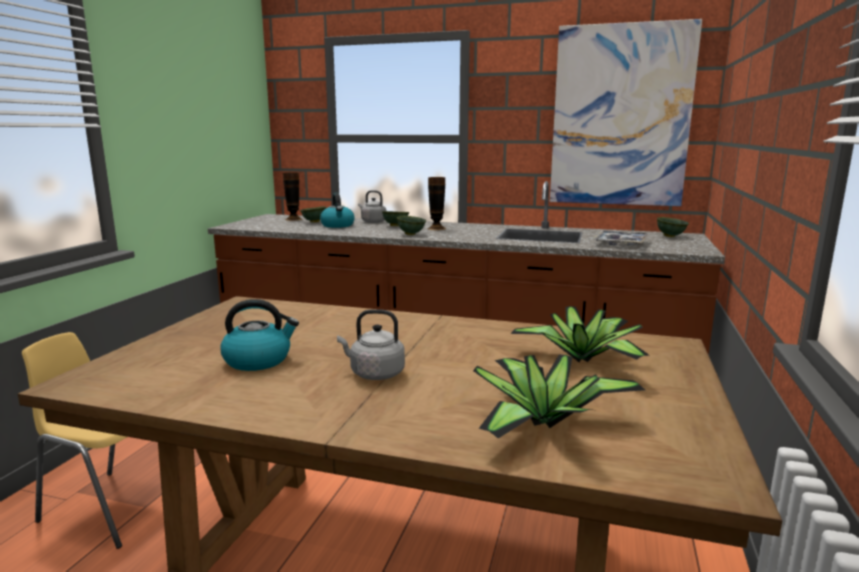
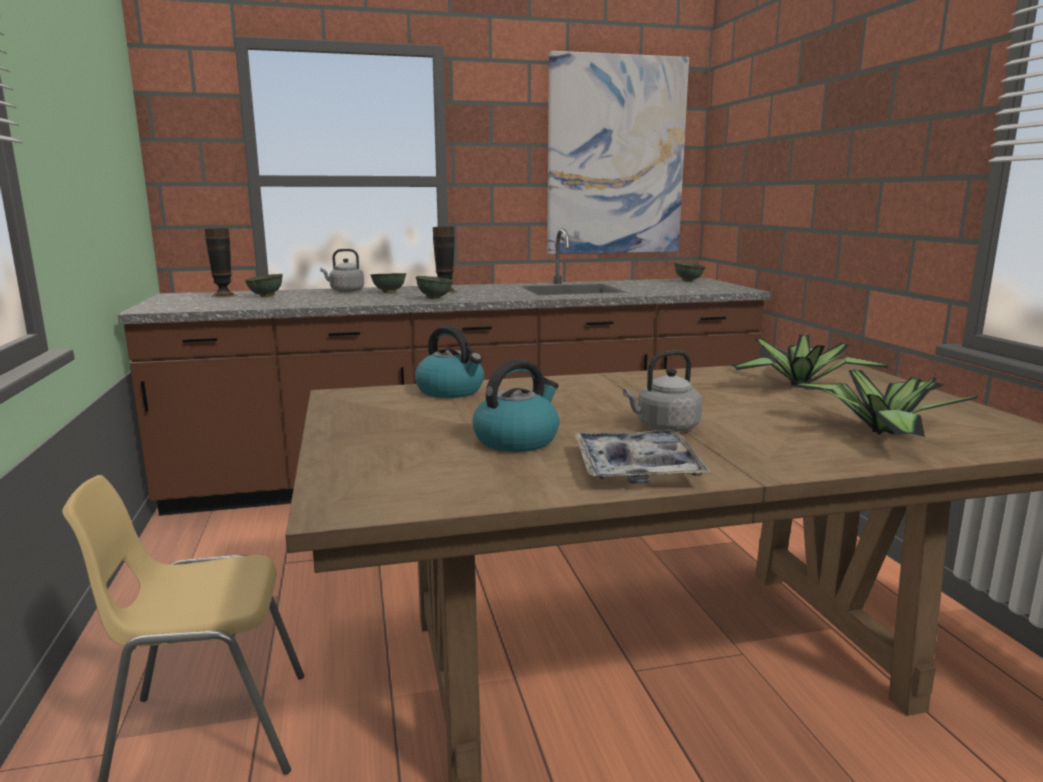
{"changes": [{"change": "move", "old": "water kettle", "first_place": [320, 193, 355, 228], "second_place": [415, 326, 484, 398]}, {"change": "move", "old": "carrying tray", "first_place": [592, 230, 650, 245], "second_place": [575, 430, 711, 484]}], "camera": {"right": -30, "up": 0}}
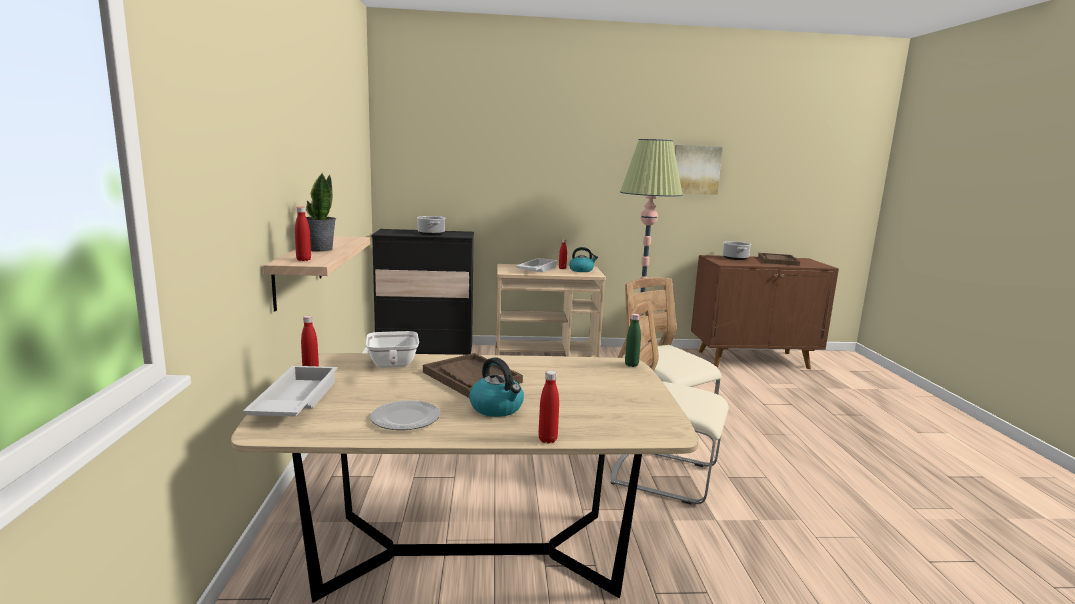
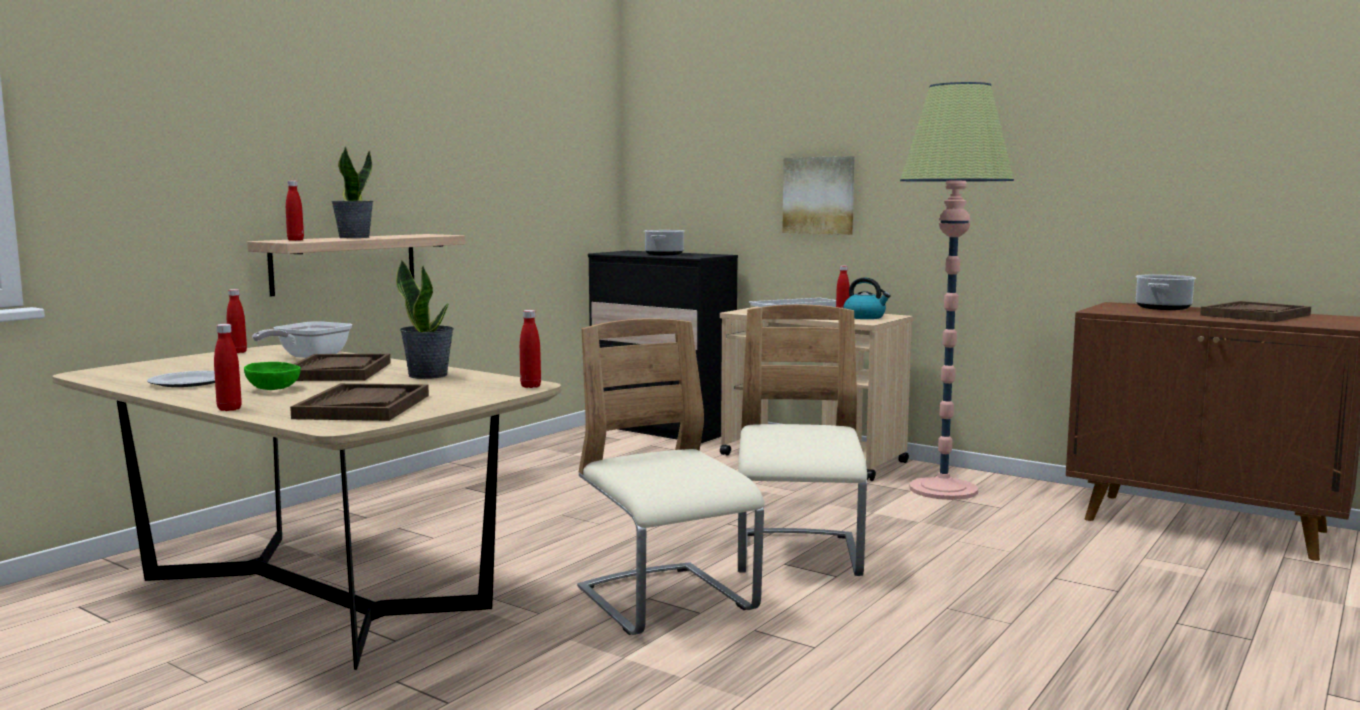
{"changes": [{"change": "delete", "old": "whitish carrying tray", "first_place": [243, 366, 338, 417]}, {"change": "replace", "old": "water kettle", "new": "greenish bowl", "first_place": [469, 357, 524, 417], "second_place": [244, 362, 301, 390]}, {"change": "recolor", "old": "greenish bottle", "new": "red-coloured bottle", "first_place": [625, 314, 641, 367], "second_place": [520, 310, 541, 388]}, {"change": "move", "old": "wall art", "first_place": [675, 145, 723, 195], "second_place": [782, 156, 855, 235]}, {"change": "insert", "new": "brown-coloured carrying tray", "second_place": [290, 383, 429, 421]}, {"change": "insert", "new": "potted plant", "second_place": [396, 259, 454, 379]}], "camera": {"right": 40, "up": -5}}
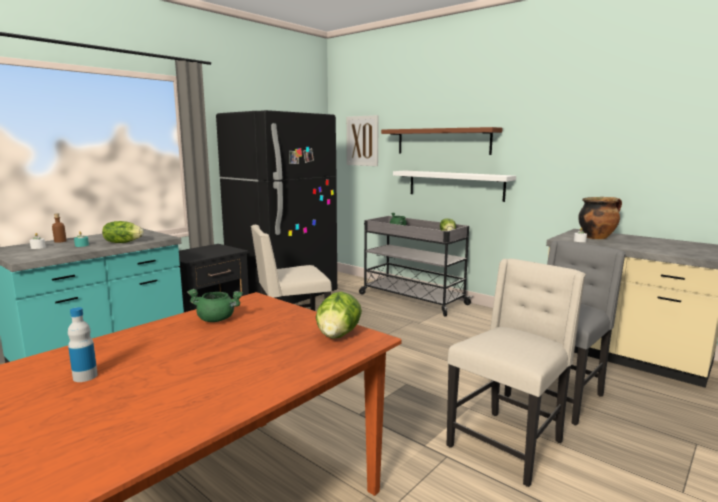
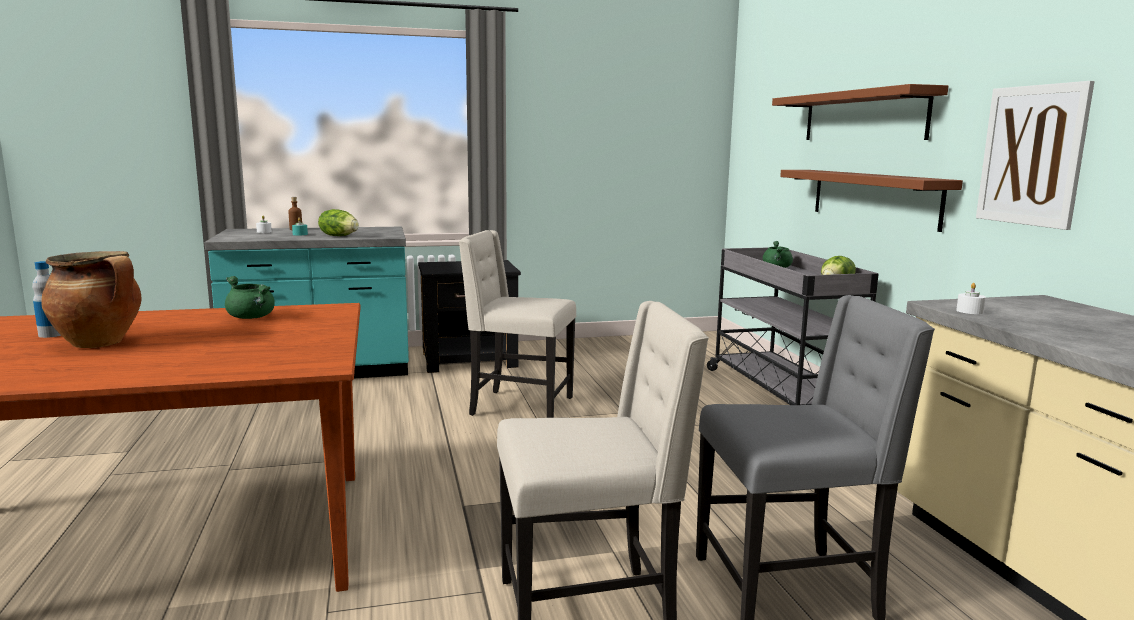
{"changes": [{"change": "delete", "old": "black-coloured refrigerator", "first_place": [216, 110, 337, 304]}, {"change": "delete", "old": "lettuce", "first_place": [316, 292, 362, 339]}, {"change": "move", "old": "wall art", "first_place": [347, 115, 379, 166], "second_place": [976, 81, 1094, 230]}, {"change": "recolor", "old": "whitish wall shelf", "new": "brown-coloured wall shelf", "first_place": [393, 171, 516, 202], "second_place": [780, 170, 963, 232]}, {"change": "move", "old": "saucepot", "first_place": [578, 197, 622, 239], "second_place": [41, 251, 142, 348]}], "camera": {"right": 35, "up": 0}}
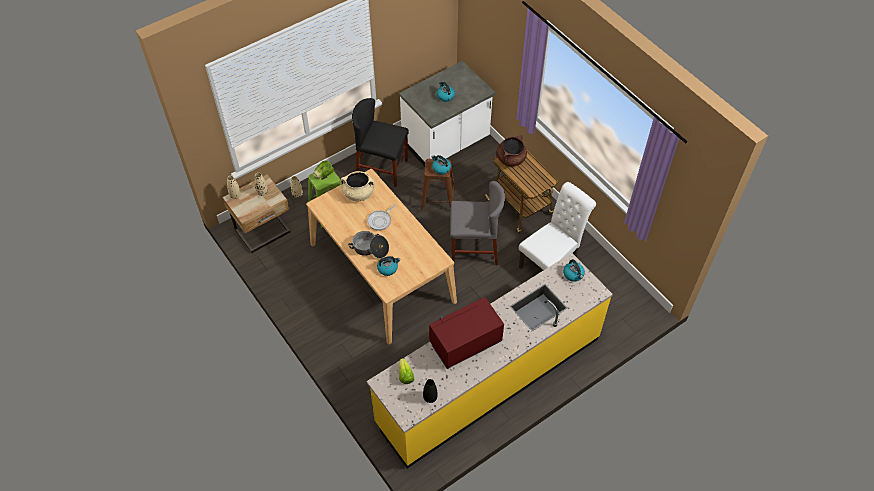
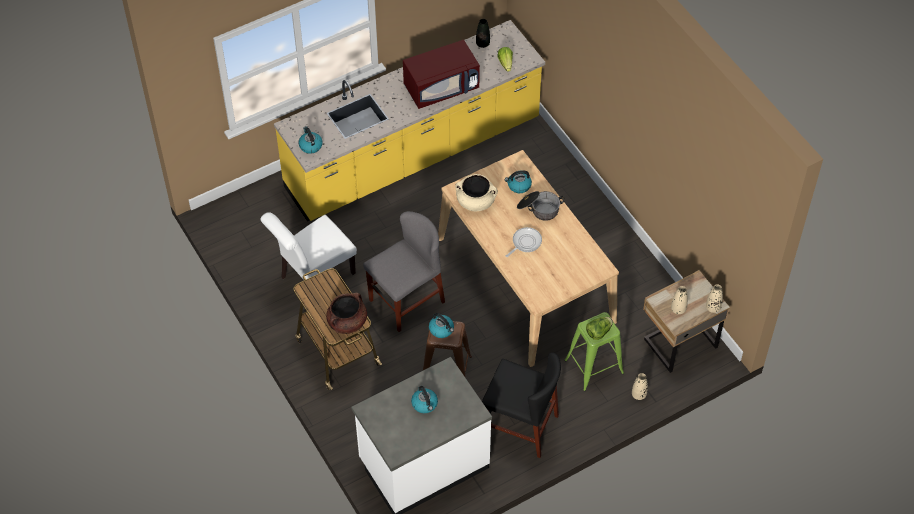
{"changes": [{"change": "move", "old": "beige-coloured saucepot", "first_place": [340, 171, 375, 201], "second_place": [455, 174, 498, 211]}, {"change": "rotate", "old": "gray chair", "first_place": [450, 181, 505, 265], "second_place": [363, 211, 445, 332], "degrees": 135}], "camera": {"right": -175, "up": 0}}
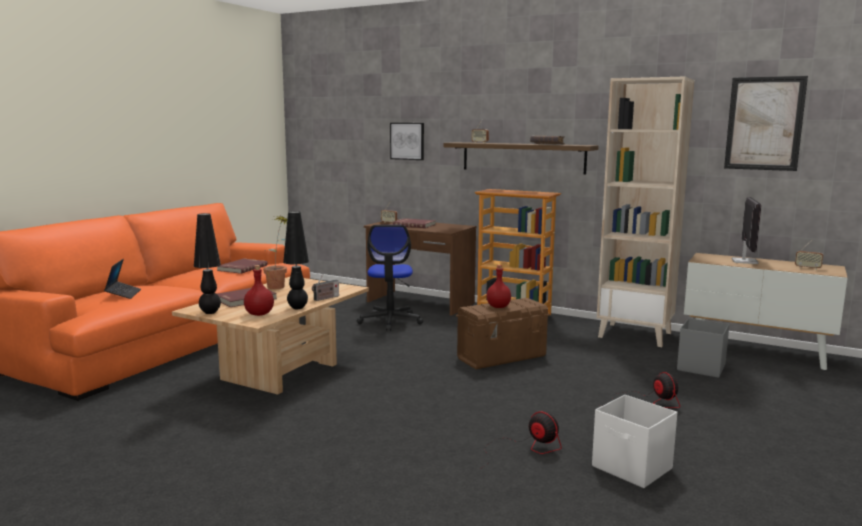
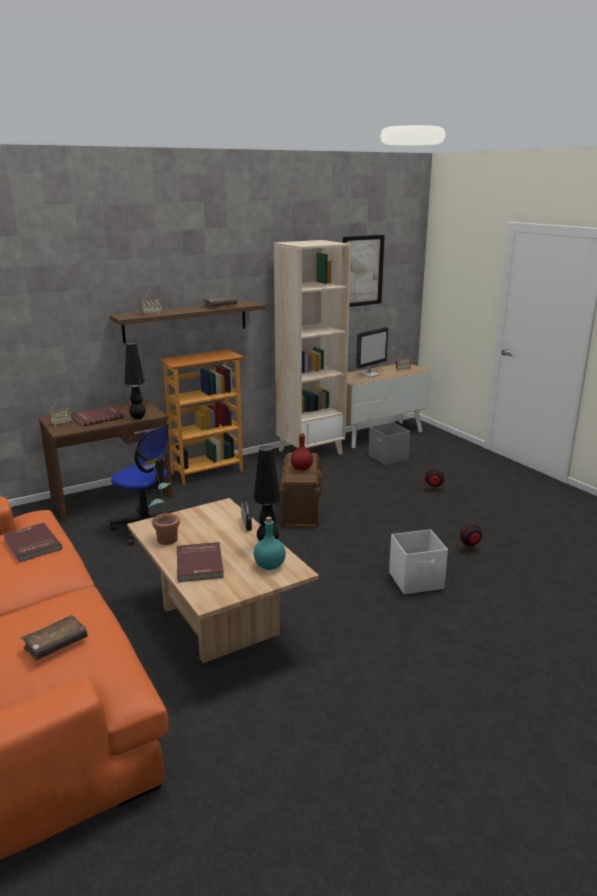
{"changes": [{"change": "replace", "old": "notebook computer", "new": "brown-coloured volume", "first_place": [104, 259, 141, 299], "second_place": [21, 615, 88, 660]}, {"change": "move", "old": "black-coloured tabletop lamp", "first_place": [194, 213, 221, 314], "second_place": [125, 342, 146, 419]}, {"change": "recolor", "old": "red-coloured bottle", "new": "blue-green bottle", "first_place": [244, 265, 274, 316], "second_place": [254, 517, 286, 570]}, {"change": "delete", "old": "wall art", "first_place": [390, 123, 424, 160]}, {"change": "move", "old": "whitish storage container", "first_place": [592, 395, 677, 488], "second_place": [389, 529, 448, 594]}, {"change": "rotate", "old": "computer screen", "first_place": [732, 197, 761, 264], "second_place": [356, 327, 388, 378], "degrees": 90}], "camera": {"right": -60, "up": 10}}
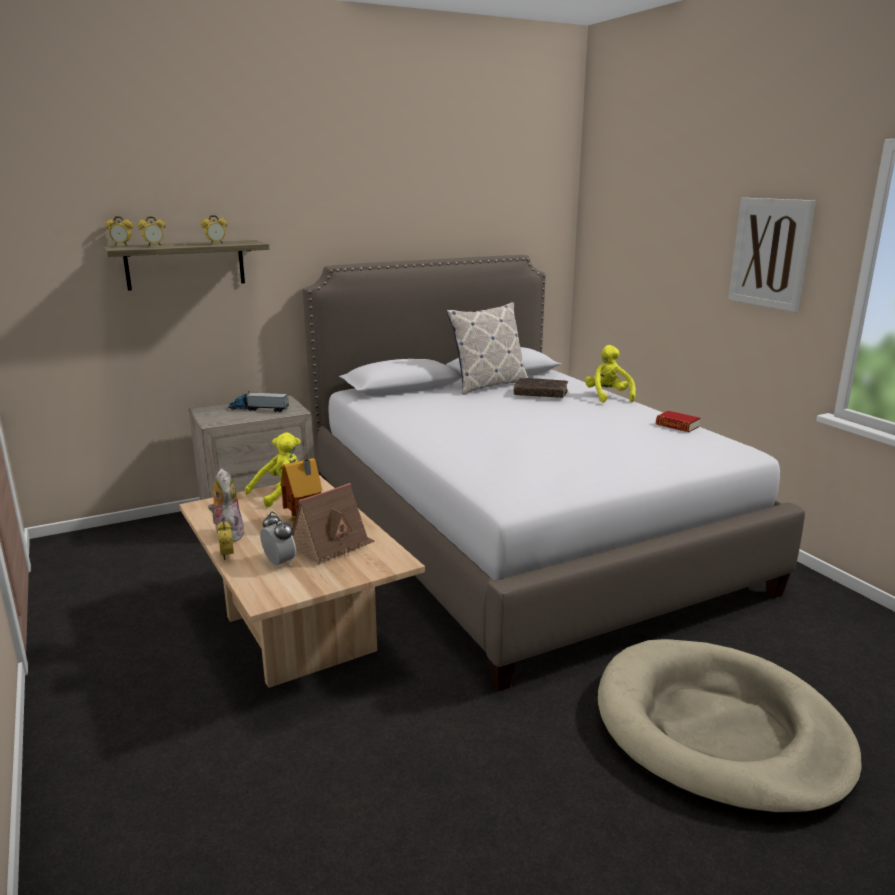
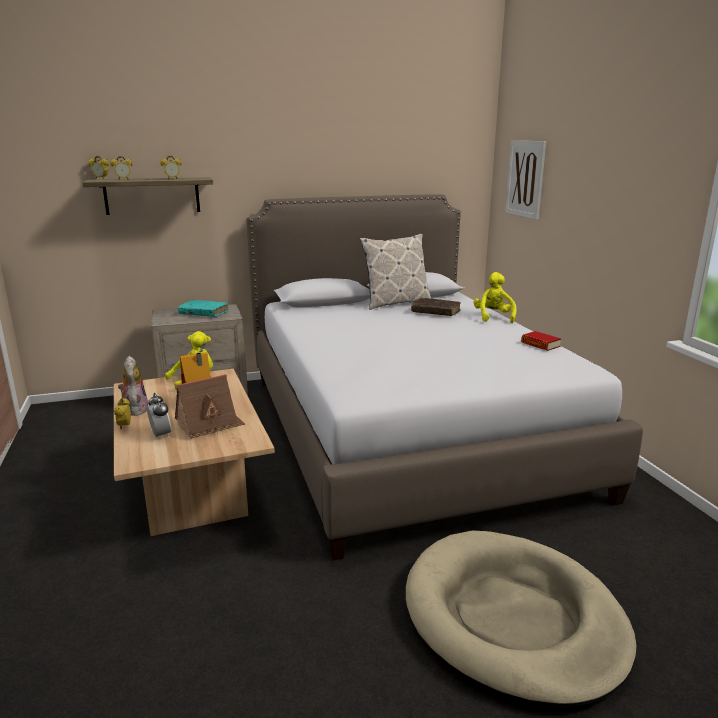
{"changes": [{"change": "replace", "old": "model truck", "new": "blue-green volume", "first_place": [229, 391, 289, 412], "second_place": [178, 300, 229, 317]}, {"change": "move", "old": "wall art", "first_place": [728, 198, 816, 312], "second_place": [505, 141, 546, 220]}], "camera": {"right": 10, "up": 0}}
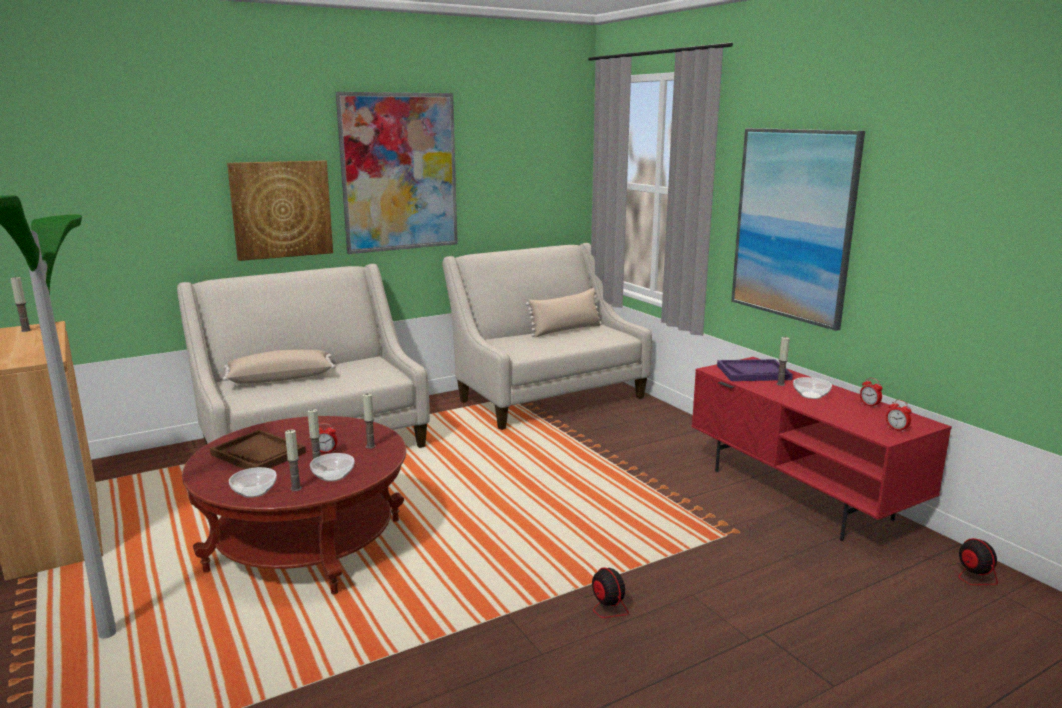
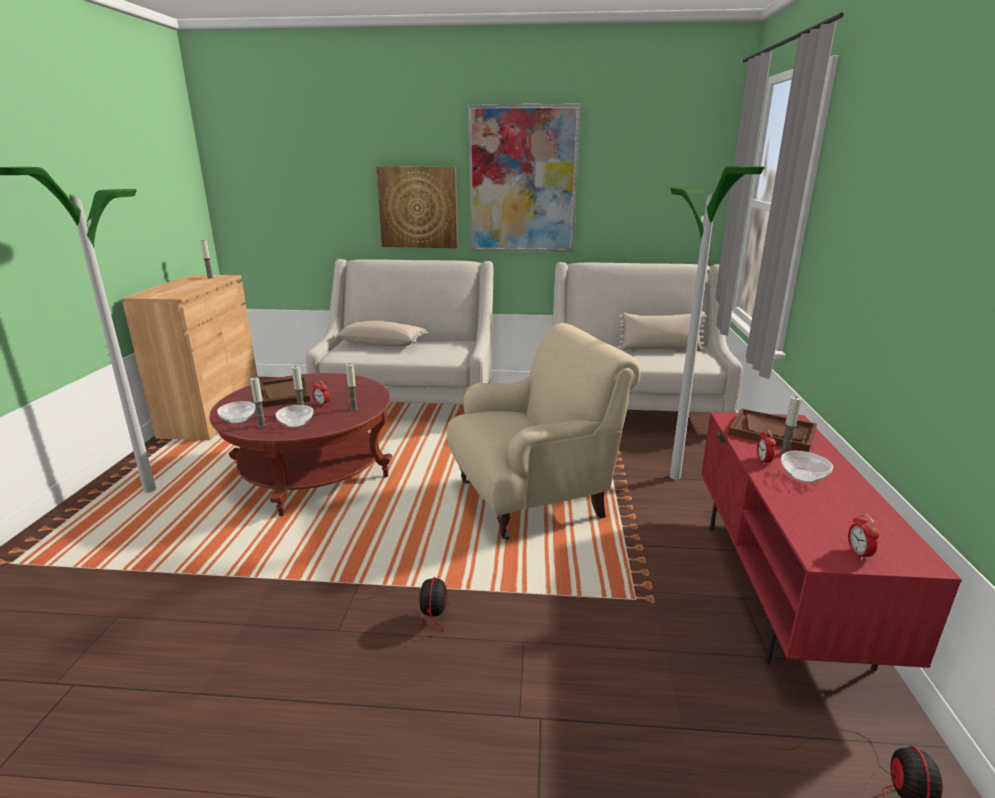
{"changes": [{"change": "recolor", "old": "purple carrying tray", "new": "brown-coloured carrying tray", "first_place": [717, 359, 793, 381], "second_place": [728, 408, 817, 452]}, {"change": "delete", "old": "wall art", "first_place": [731, 128, 865, 331]}, {"change": "move", "old": "table clock", "first_place": [860, 378, 882, 408], "second_place": [757, 429, 776, 465]}, {"change": "insert", "new": "beige-coloured lounge chair", "second_place": [447, 323, 640, 540]}, {"change": "insert", "new": "standing lamp", "second_place": [670, 166, 765, 480]}], "camera": {"right": 35, "up": 5}}
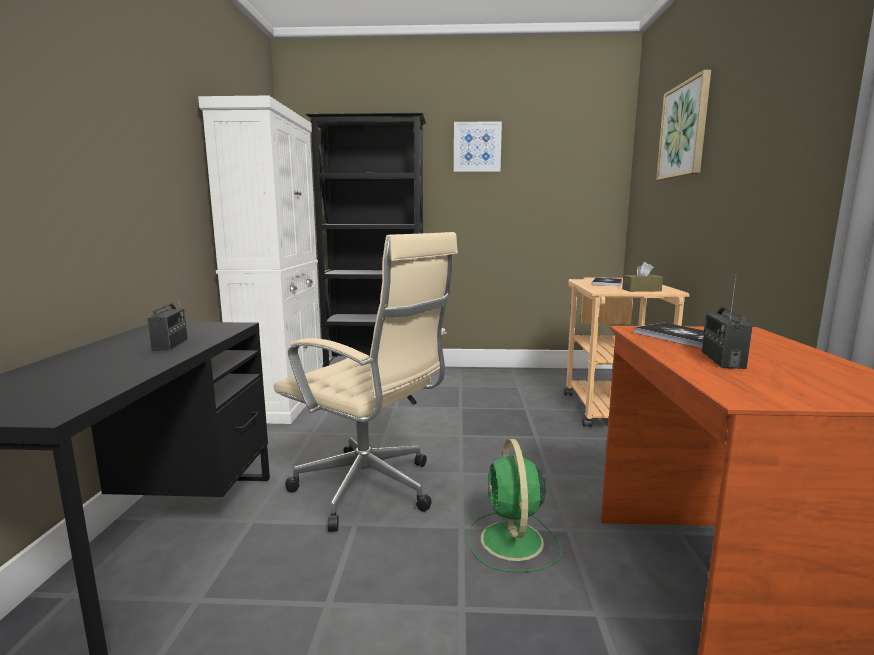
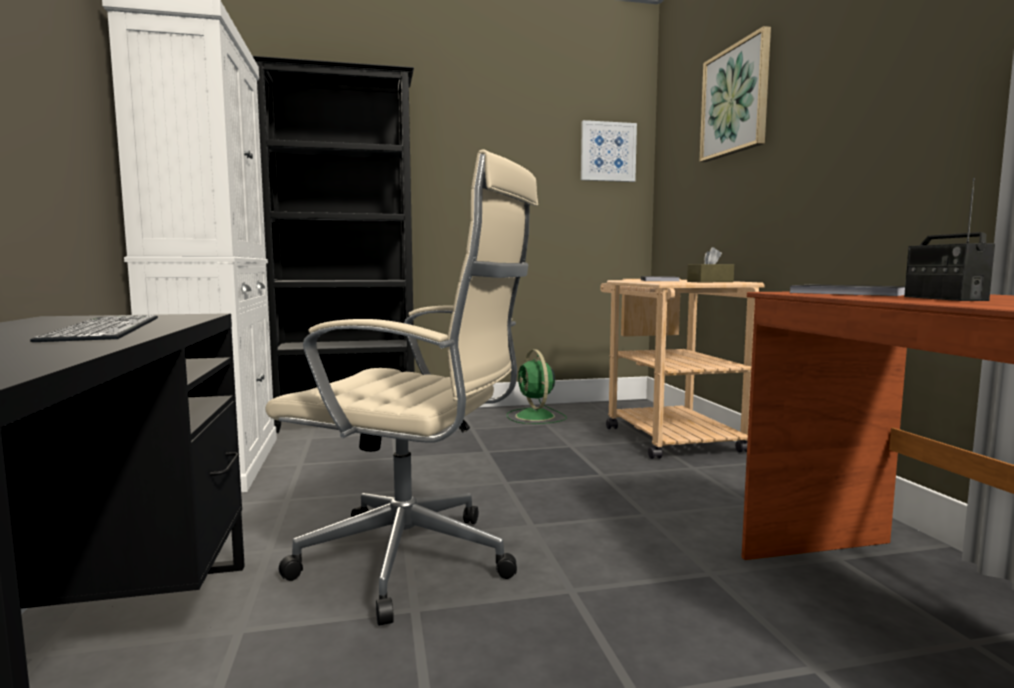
{"changes": [{"change": "replace", "old": "radio", "new": "computer keyboard", "first_place": [148, 274, 188, 351], "second_place": [30, 315, 158, 342]}, {"change": "move", "old": "wall art", "first_place": [454, 121, 502, 172], "second_place": [581, 120, 637, 182]}, {"change": "move", "old": "greenish electric fan", "first_place": [468, 439, 561, 573], "second_place": [507, 349, 567, 424]}], "camera": {"right": -15, "up": -5}}
